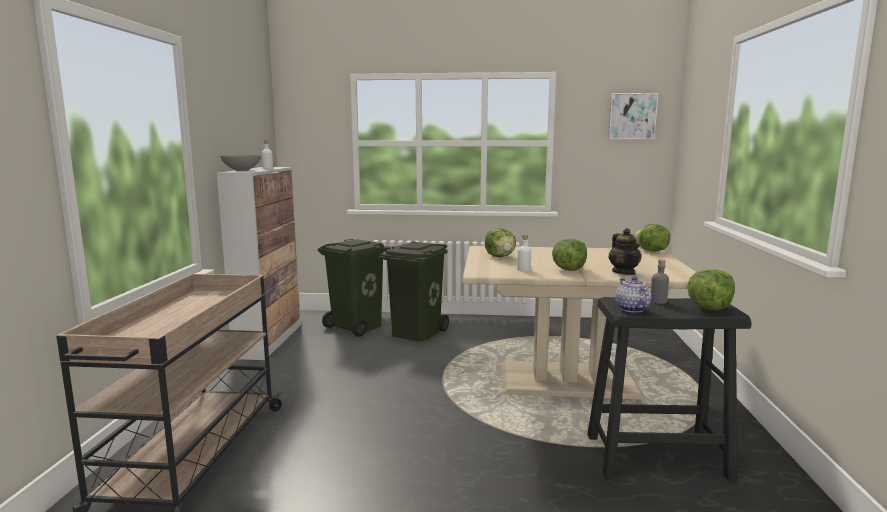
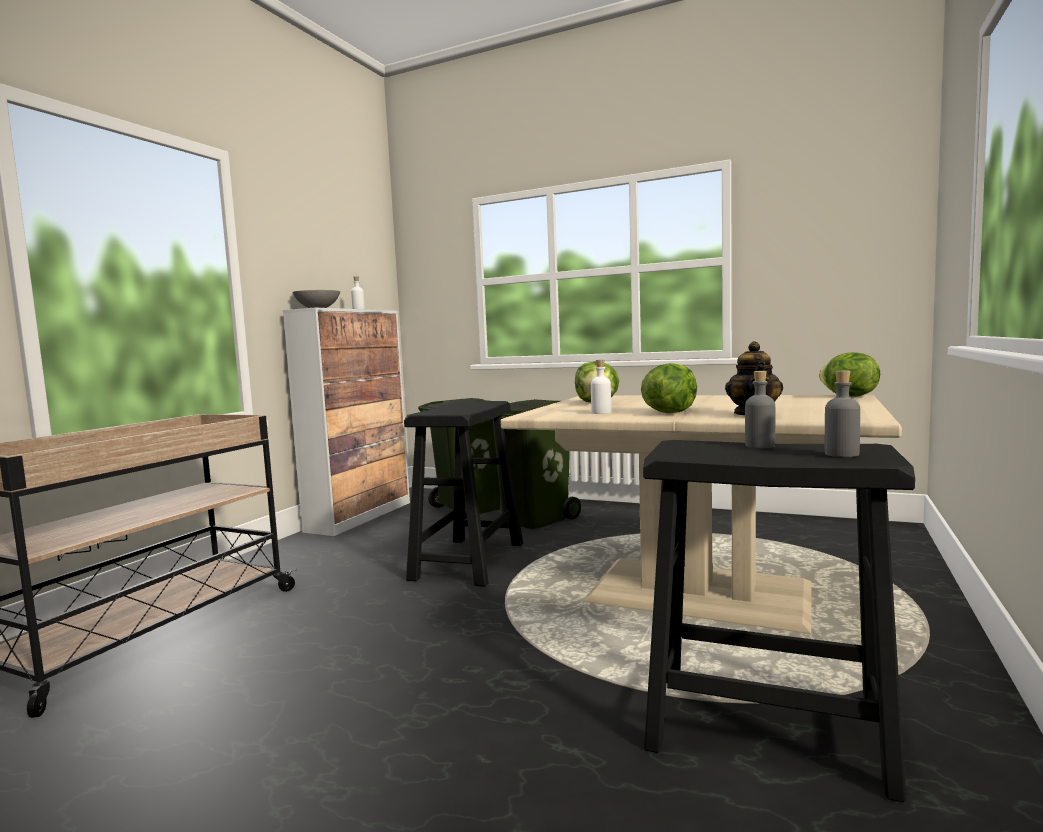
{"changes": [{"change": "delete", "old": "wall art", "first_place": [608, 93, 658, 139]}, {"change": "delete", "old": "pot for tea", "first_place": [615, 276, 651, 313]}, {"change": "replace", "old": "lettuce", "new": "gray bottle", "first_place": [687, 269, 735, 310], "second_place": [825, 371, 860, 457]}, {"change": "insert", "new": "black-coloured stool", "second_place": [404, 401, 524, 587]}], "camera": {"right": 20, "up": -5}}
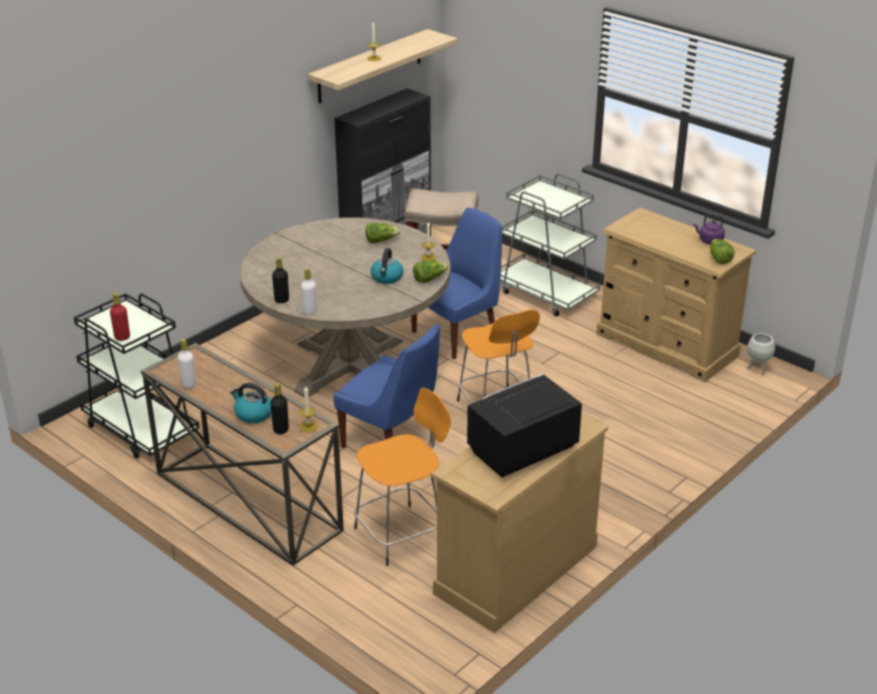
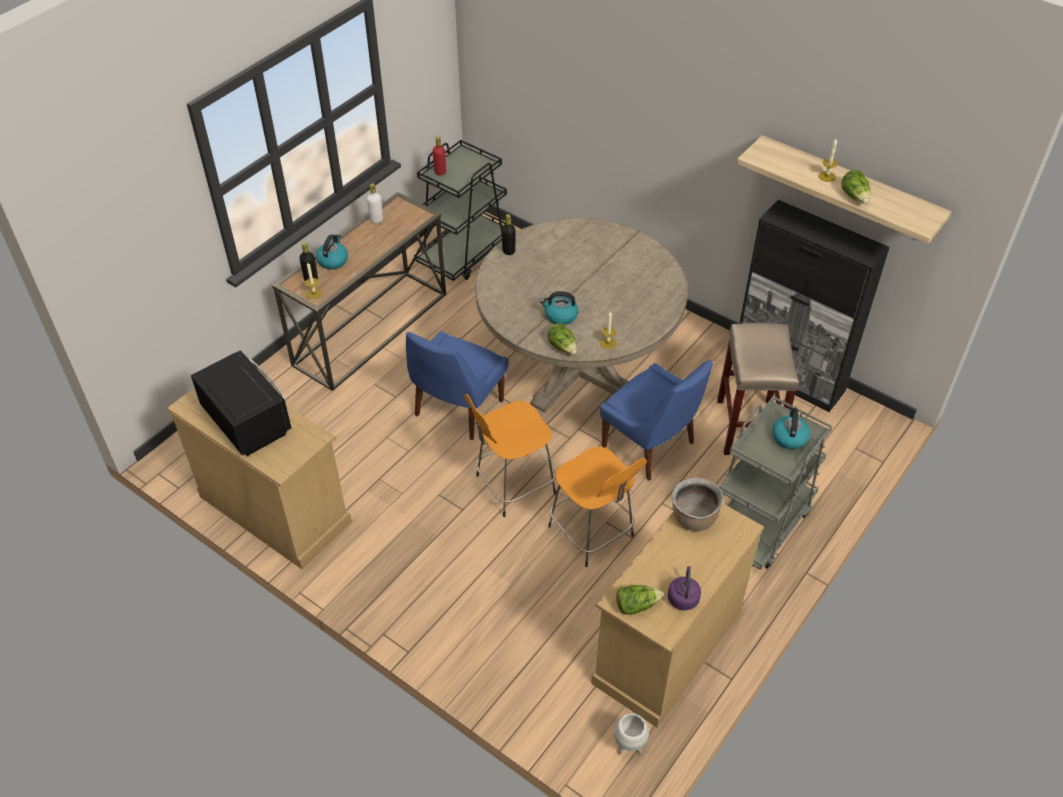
{"changes": [{"change": "delete", "old": "whitish bottle", "first_place": [301, 268, 317, 315]}, {"change": "move", "old": "orange stool", "first_place": [354, 387, 451, 566], "second_place": [548, 446, 647, 567]}, {"change": "move", "old": "lettuce", "first_place": [366, 223, 401, 243], "second_place": [841, 170, 871, 204]}, {"change": "insert", "new": "brown-coloured saucepot", "second_place": [672, 477, 723, 531]}, {"change": "insert", "new": "water kettle", "second_place": [772, 406, 810, 449]}], "camera": {"right": 85, "up": 15}}
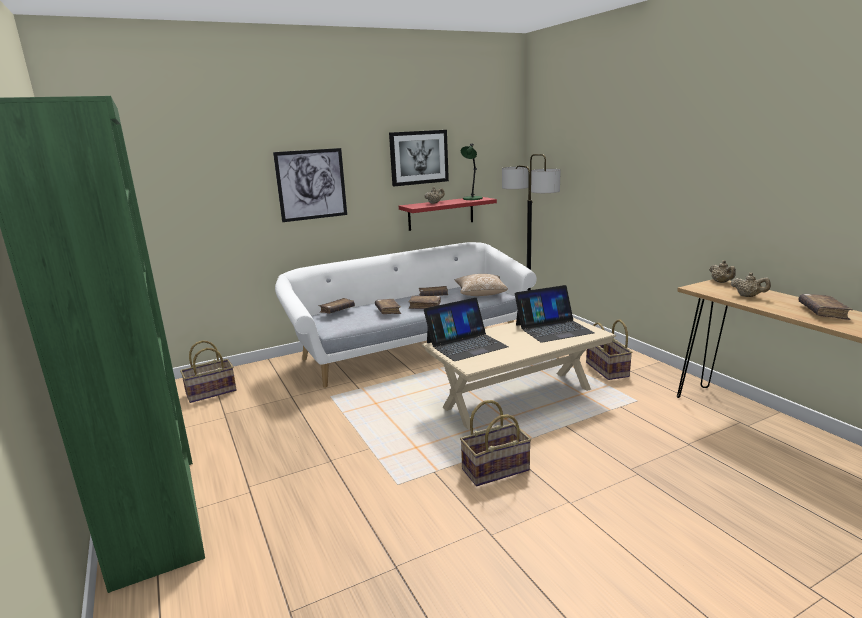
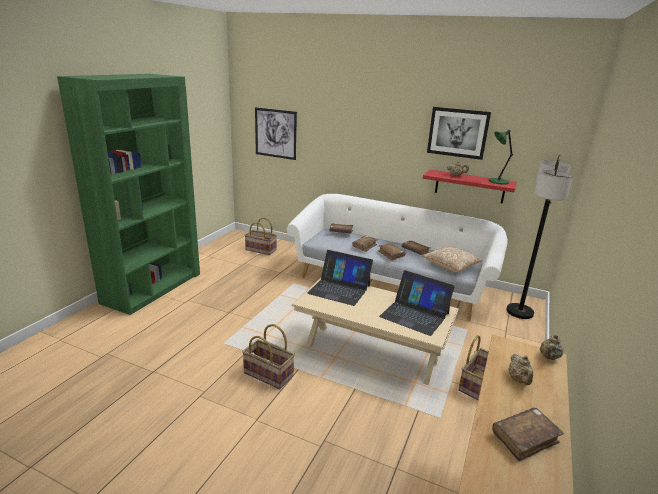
{"changes": [{"change": "move", "old": "wall art", "first_place": [273, 148, 347, 222], "second_place": [255, 107, 297, 160]}], "camera": {"right": 50, "up": 5}}
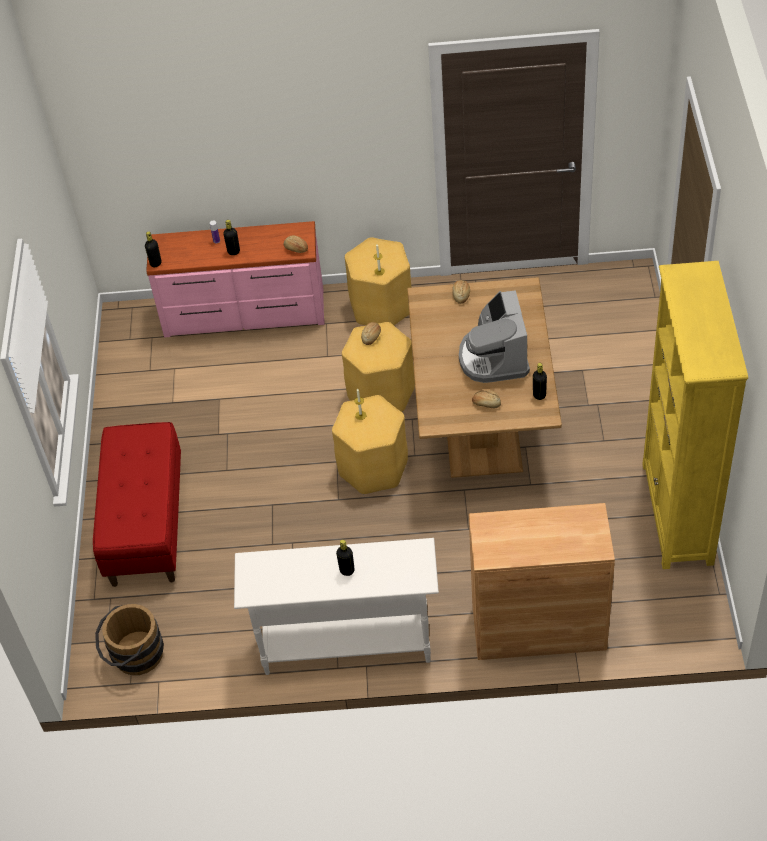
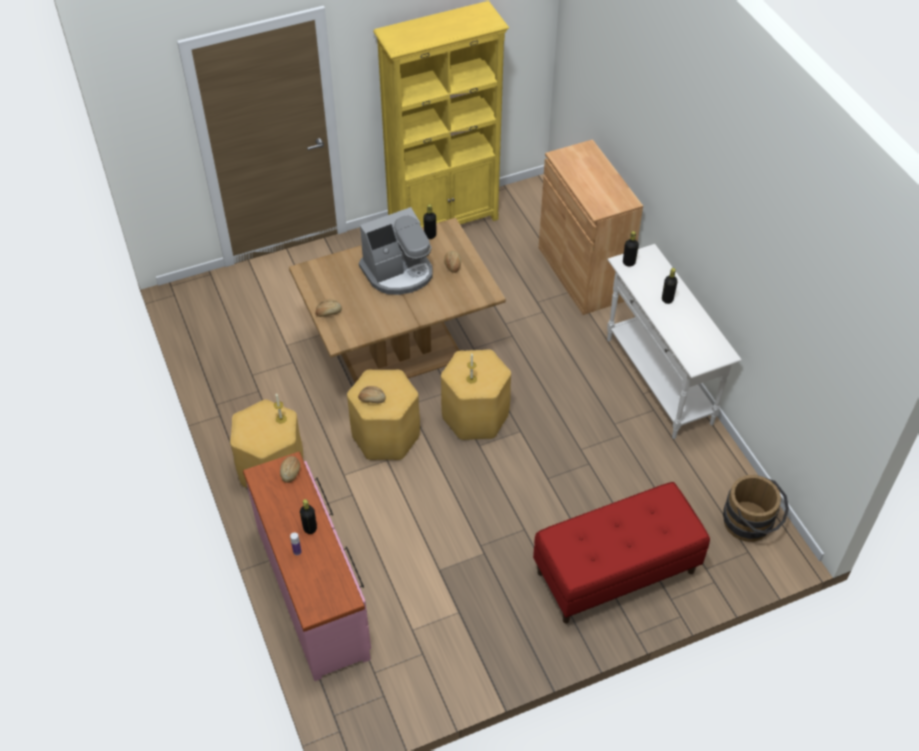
{"changes": [{"change": "move", "old": "black-coloured bottle", "first_place": [145, 232, 162, 267], "second_place": [623, 231, 639, 266]}], "camera": {"right": -115, "up": 0}}
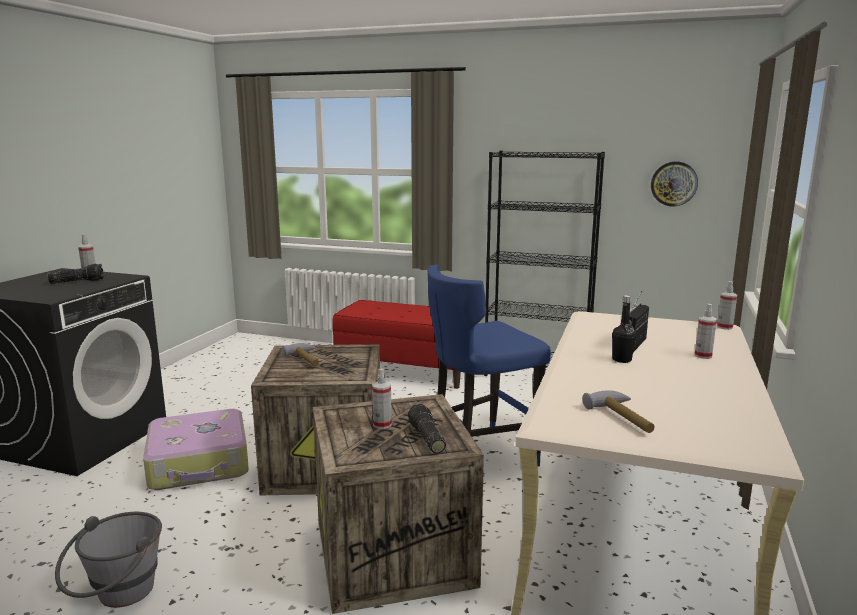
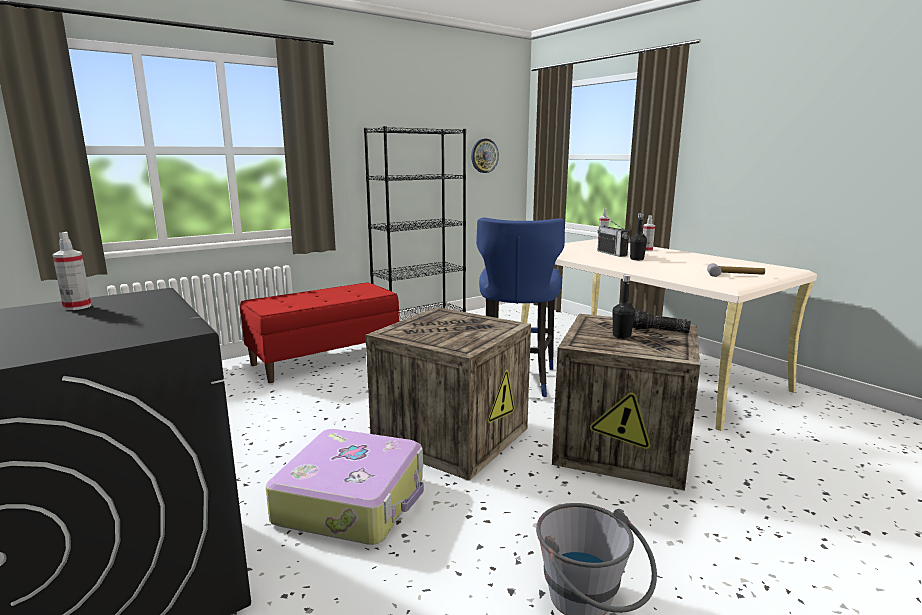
{"changes": [{"change": "delete", "old": "flashlight", "first_place": [48, 264, 104, 284]}, {"change": "delete", "old": "hammer", "first_place": [282, 343, 319, 366]}, {"change": "replace", "old": "spray bottle", "new": "black-coloured bottle", "first_place": [372, 368, 392, 429], "second_place": [613, 275, 635, 339]}], "camera": {"right": -55, "up": 0}}
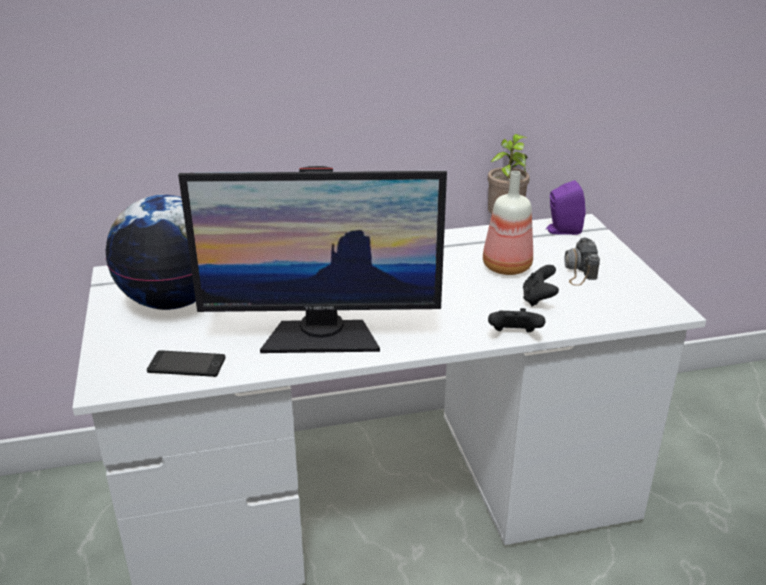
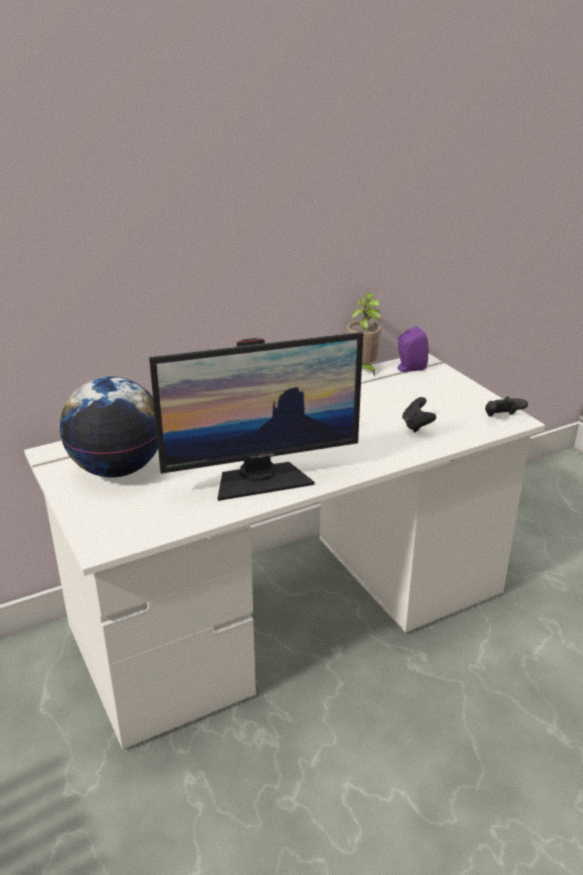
{"changes": [{"change": "delete", "old": "telephone", "first_place": [147, 350, 225, 377]}, {"change": "delete", "old": "bottle", "first_place": [483, 171, 533, 275]}, {"change": "move", "old": "black-coloured game controller", "first_place": [488, 308, 545, 333], "second_place": [485, 397, 528, 416]}, {"change": "delete", "old": "still camera", "first_place": [564, 238, 600, 286]}], "camera": {"right": -15, "up": 0}}
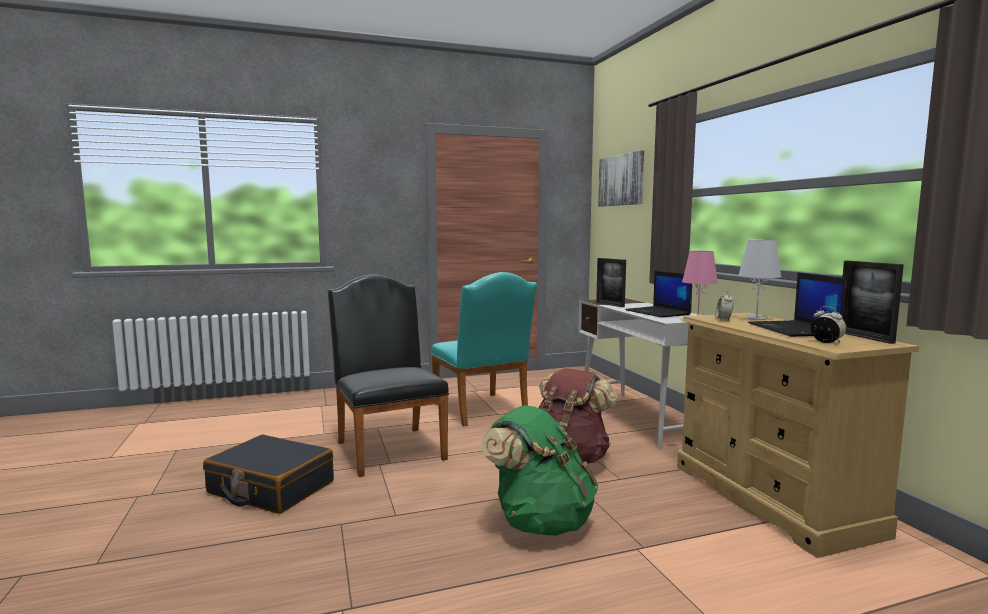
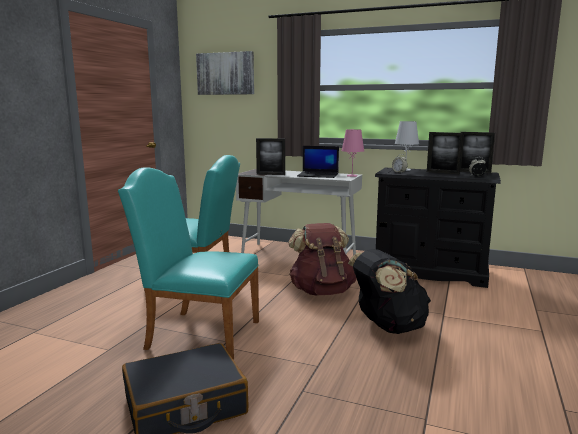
{"changes": [{"change": "recolor", "old": "black-coloured chair", "new": "blue-green chair", "first_place": [328, 274, 449, 477], "second_place": [118, 167, 259, 359]}, {"change": "recolor", "old": "greenish knapsack", "new": "black-coloured knapsack", "first_place": [480, 405, 598, 536], "second_place": [348, 249, 431, 334]}, {"change": "recolor", "old": "beige-coloured drawer chest", "new": "black-coloured drawer chest", "first_place": [677, 313, 919, 558], "second_place": [375, 168, 501, 288]}, {"change": "replace", "old": "notebook computer", "new": "picture frame", "first_place": [748, 272, 847, 337], "second_place": [427, 132, 463, 174]}], "camera": {"right": -50, "up": 5}}
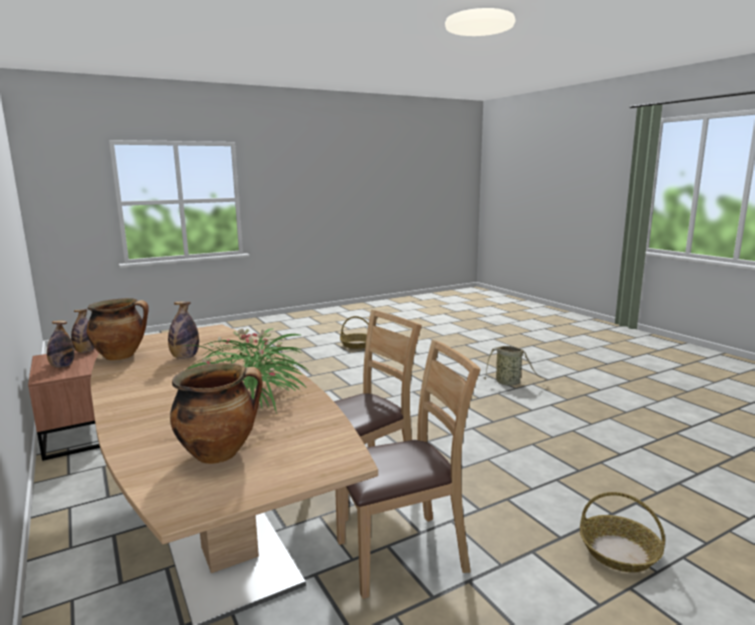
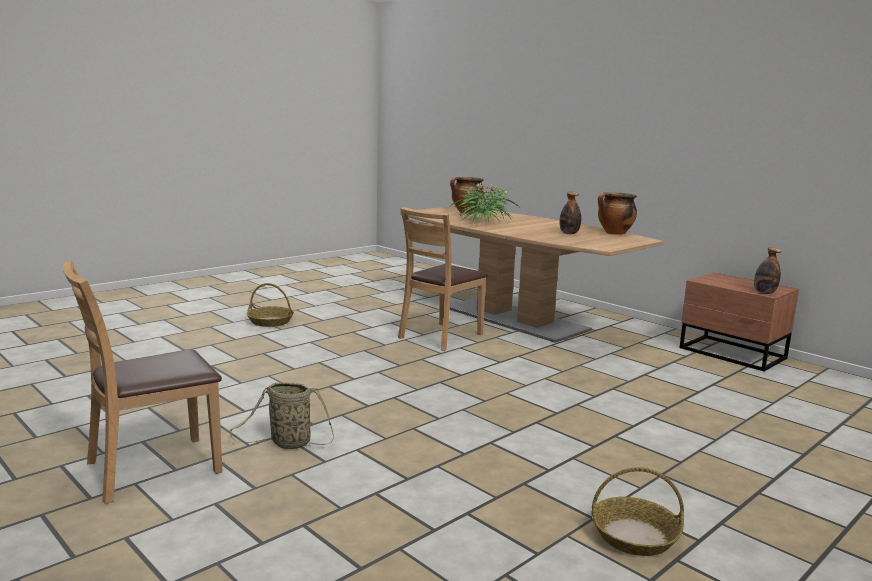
{"changes": [{"change": "delete", "old": "bottle", "first_place": [47, 320, 74, 368]}, {"change": "move", "old": "brown-coloured chair", "first_place": [335, 340, 481, 599], "second_place": [63, 260, 222, 504]}], "camera": {"right": 165, "up": 0}}
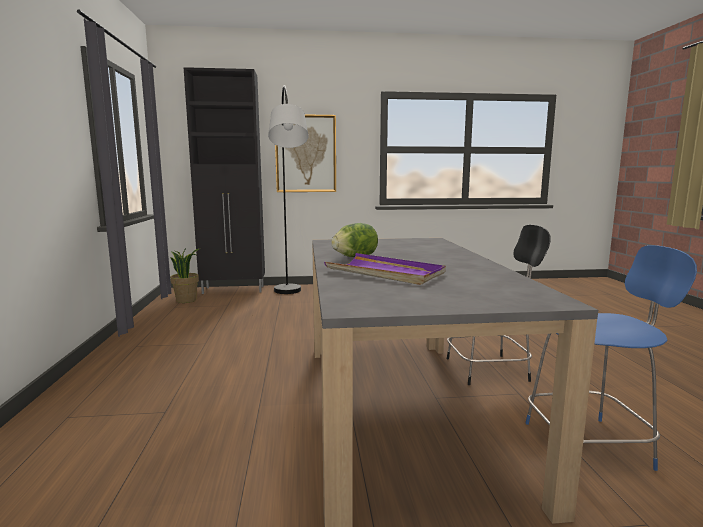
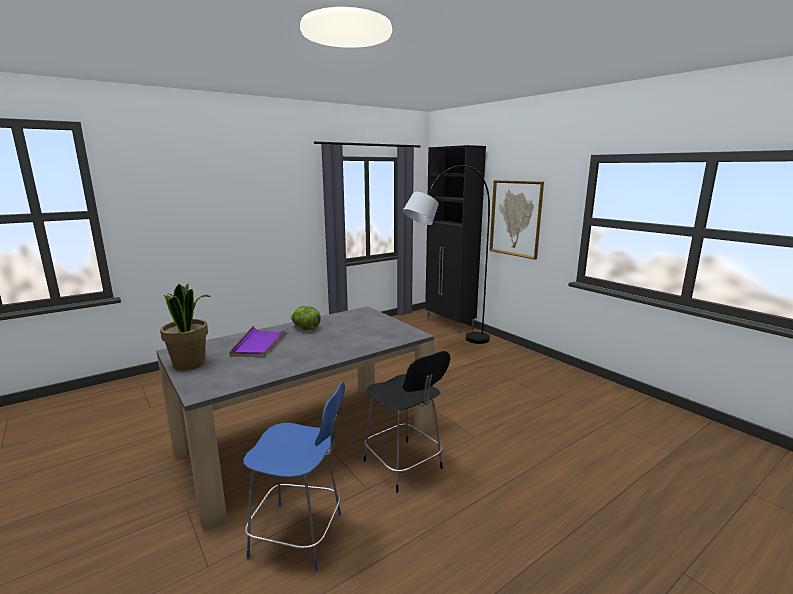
{"changes": [{"change": "move", "old": "potted plant", "first_place": [170, 248, 199, 303], "second_place": [160, 283, 210, 370]}, {"change": "rotate", "old": "bluish chair", "first_place": [525, 245, 697, 471], "second_place": [244, 382, 345, 571], "degrees": -45}], "camera": {"right": 60, "up": 5}}
